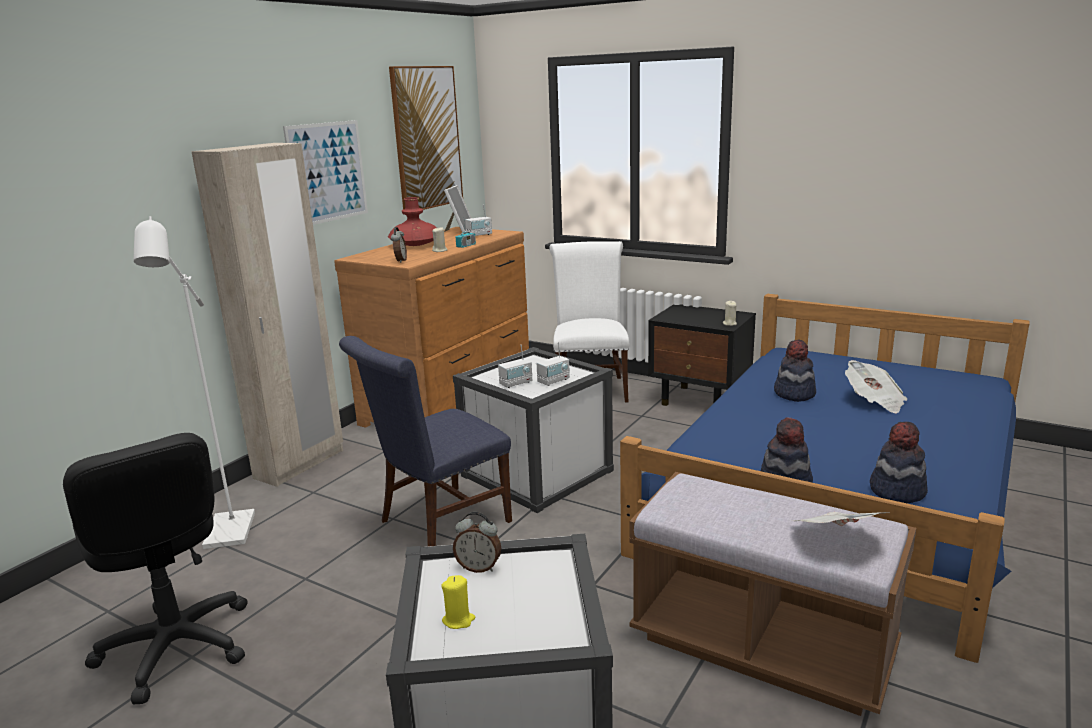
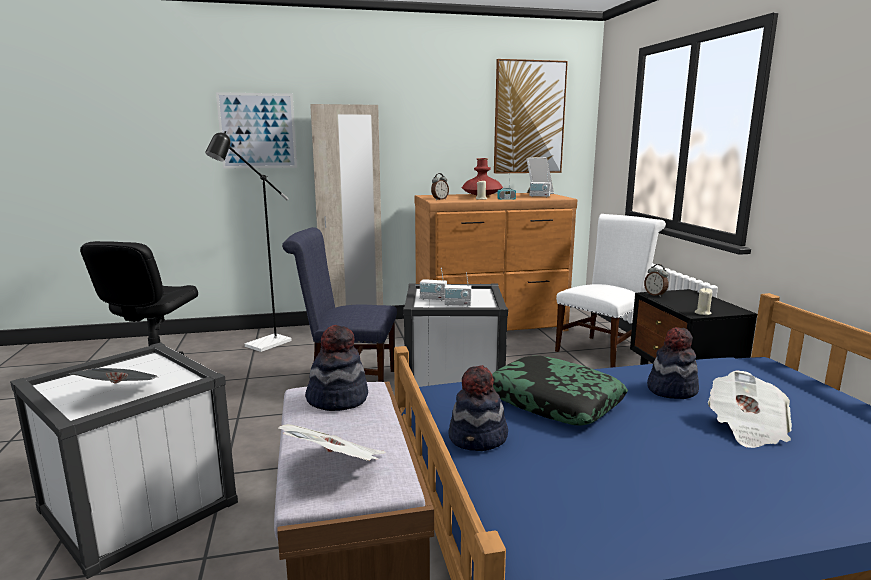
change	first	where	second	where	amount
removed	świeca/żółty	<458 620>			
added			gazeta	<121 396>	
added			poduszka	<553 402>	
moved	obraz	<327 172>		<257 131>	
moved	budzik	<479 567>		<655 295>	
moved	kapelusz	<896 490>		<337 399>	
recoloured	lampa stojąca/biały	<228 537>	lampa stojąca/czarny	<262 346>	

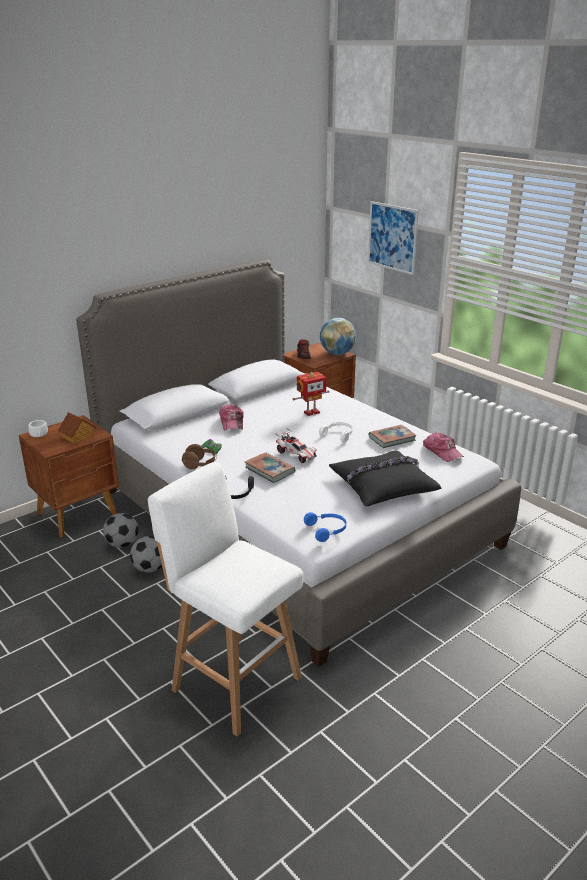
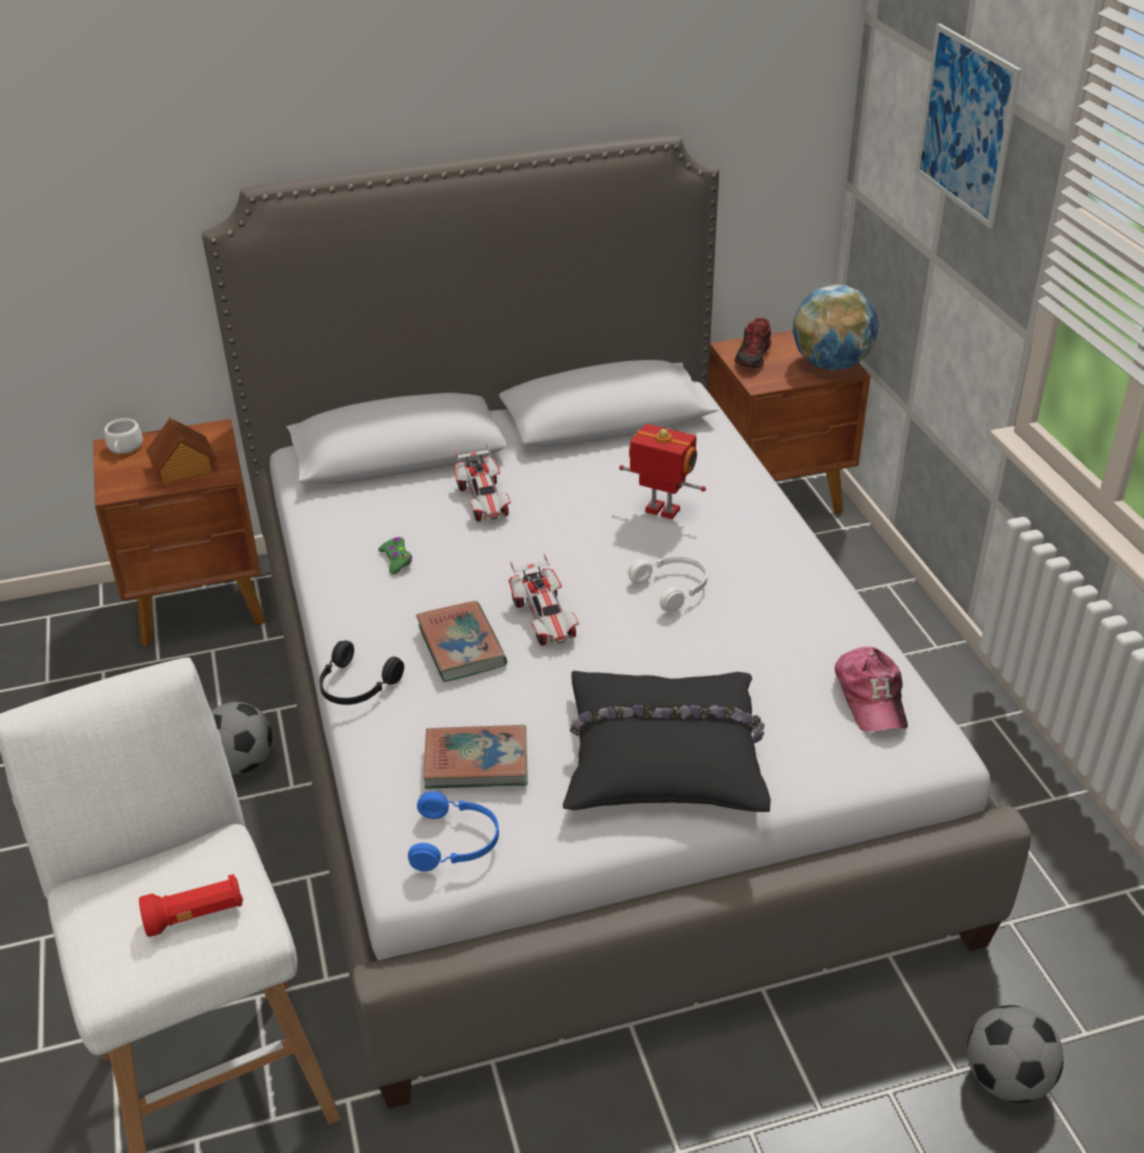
change	first	where	second	where	amount
removed	słuchawki/brązowy	<200 465>			
added			latarka/czerwony	<196 916>	
moved	piłka futbolowa	<122 544>		<1006 1079>	
moved	książka	<392 439>		<476 762>	
replaced	czapka z daszkiem	<232 422>	samochodzik	<484 501>	
turned	robot zabawkowy	<311 412>		<661 512>	150 degrees counterclockwise

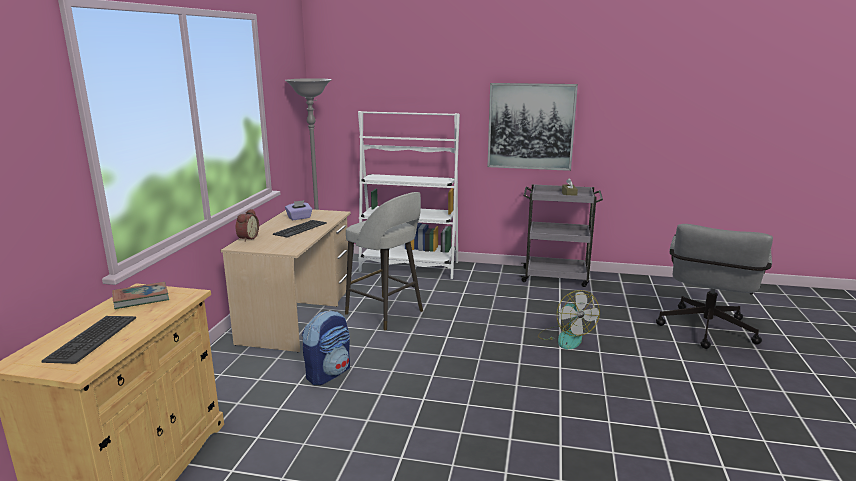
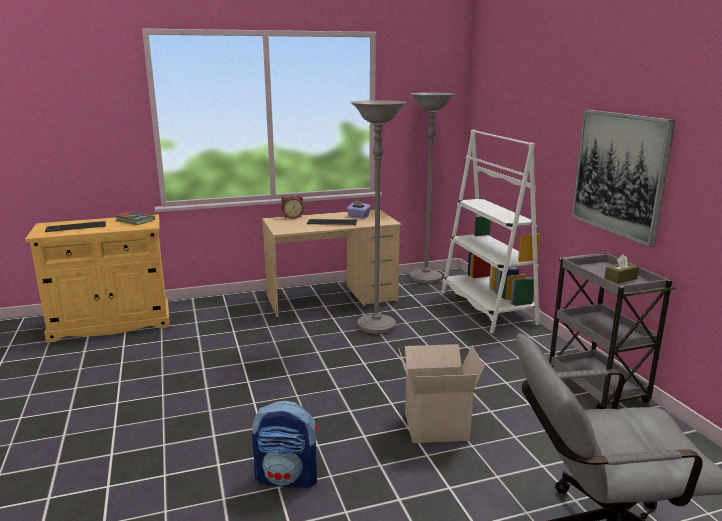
change	first	where	second	where	amount
moved	plecak	<328 373>		<288 478>	
replaced	stołek/szary	<386 313>	lampa stojąca/szary	<376 326>	
replaced	wentylator	<565 337>	karton	<437 426>	

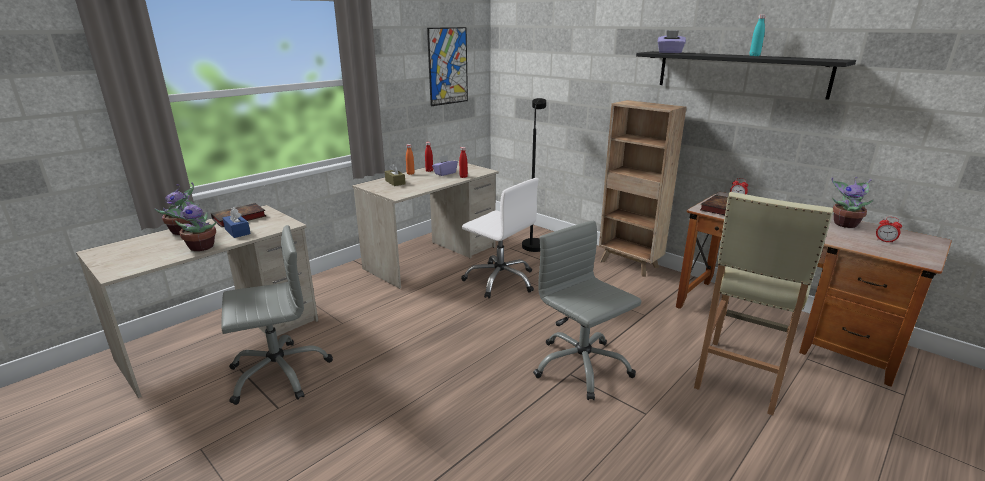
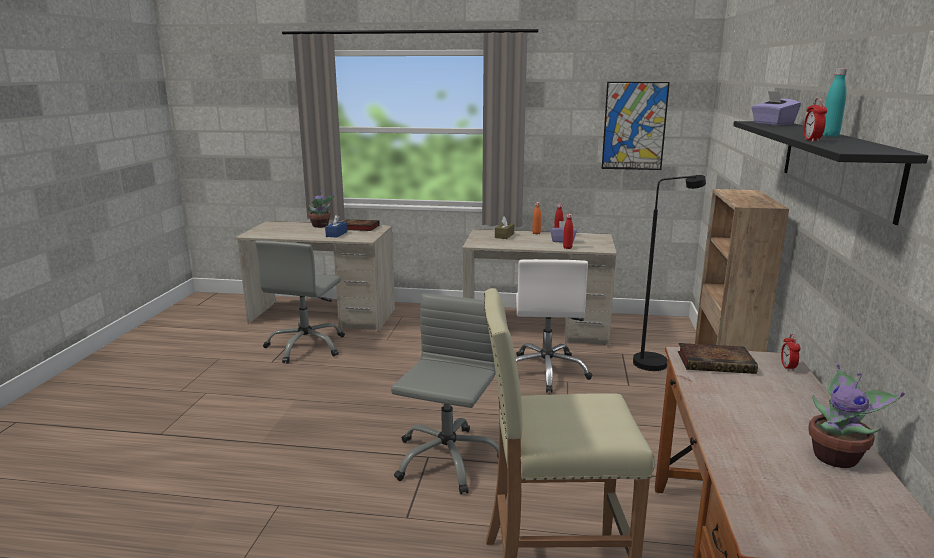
change	first	where	second	where	amount
removed	roślina doniczkowa	<200 247>			
moved	budzik	<885 241>		<811 140>	
turned	krzesło biurowe/szary	<279 373>		<306 346>	75 degrees clockwise

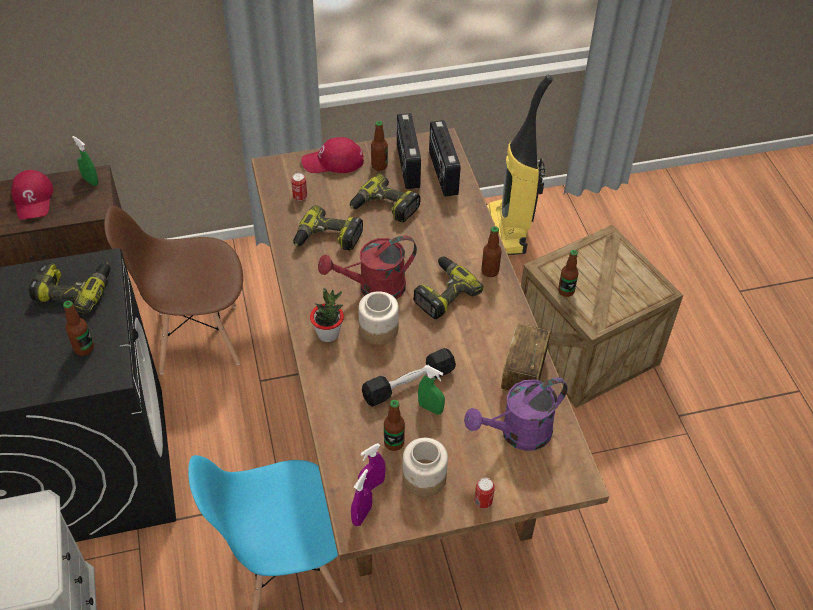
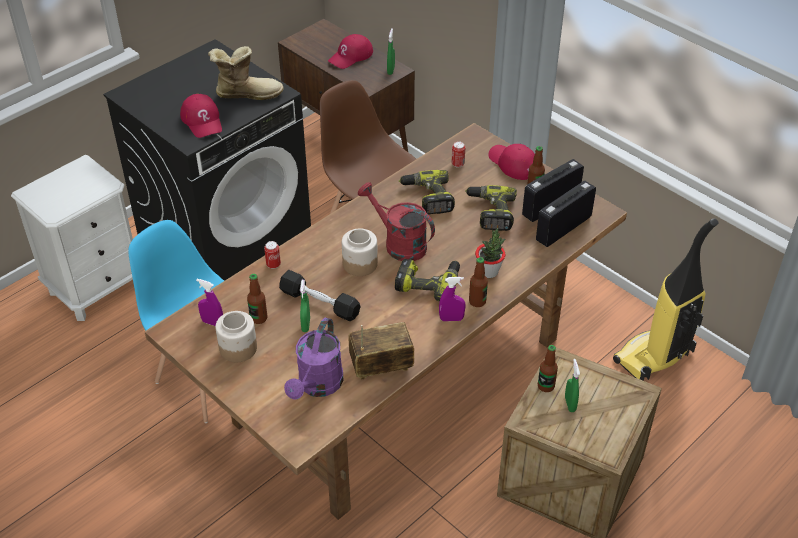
change	first	where	second	where	amount
added			spryskiwacz/zielony	<570 404>	
moved	roślina doniczkowa	<328 334>		<489 271>	
moved	spryskiwacz/fioletowy	<362 515>		<451 319>	
moved	puszka	<483 501>		<273 265>	
replaced	wiertarka	<74 290>	but z cholewką	<247 93>	
replaced	butelka	<84 348>	czapka z daszkiem/czerwony	<202 121>	
turned	konewka/fioletowy	<517 434>		<317 386>	105 degrees counterclockwise

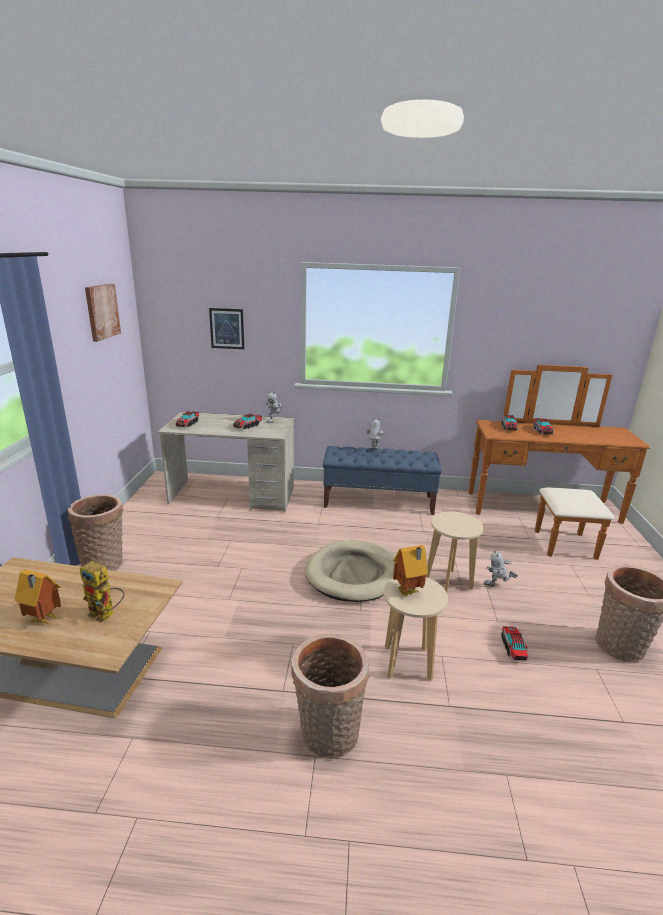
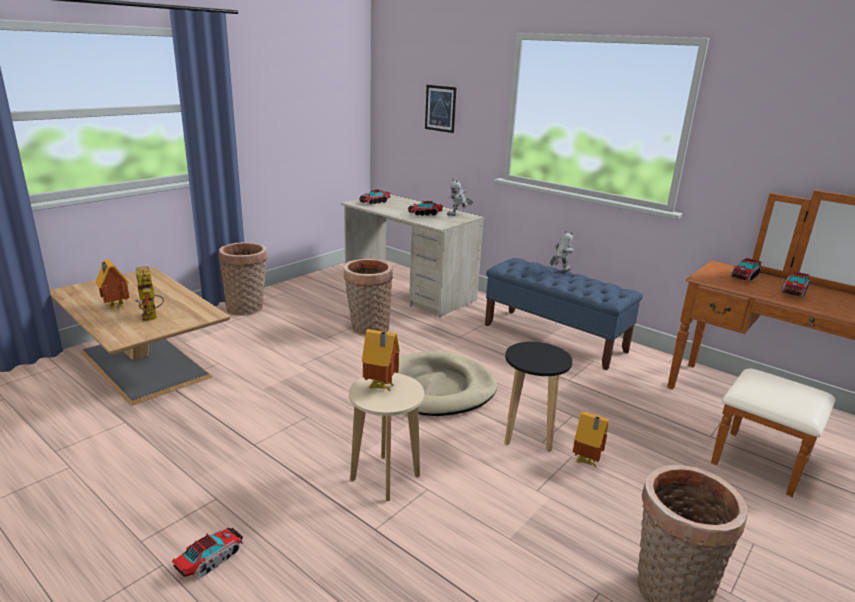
change	first	where	second	where	amount
removed	obraz	<102 311>			
moved	koszyk	<327 737>		<368 328>	
moved	ciężarówka zabawkowa	<513 648>		<210 559>	
replaced	robot zabawkowy	<497 587>	domek	<586 462>	
recoloured	stołek/beżowy	<448 583>	stołek/czarny	<529 435>	

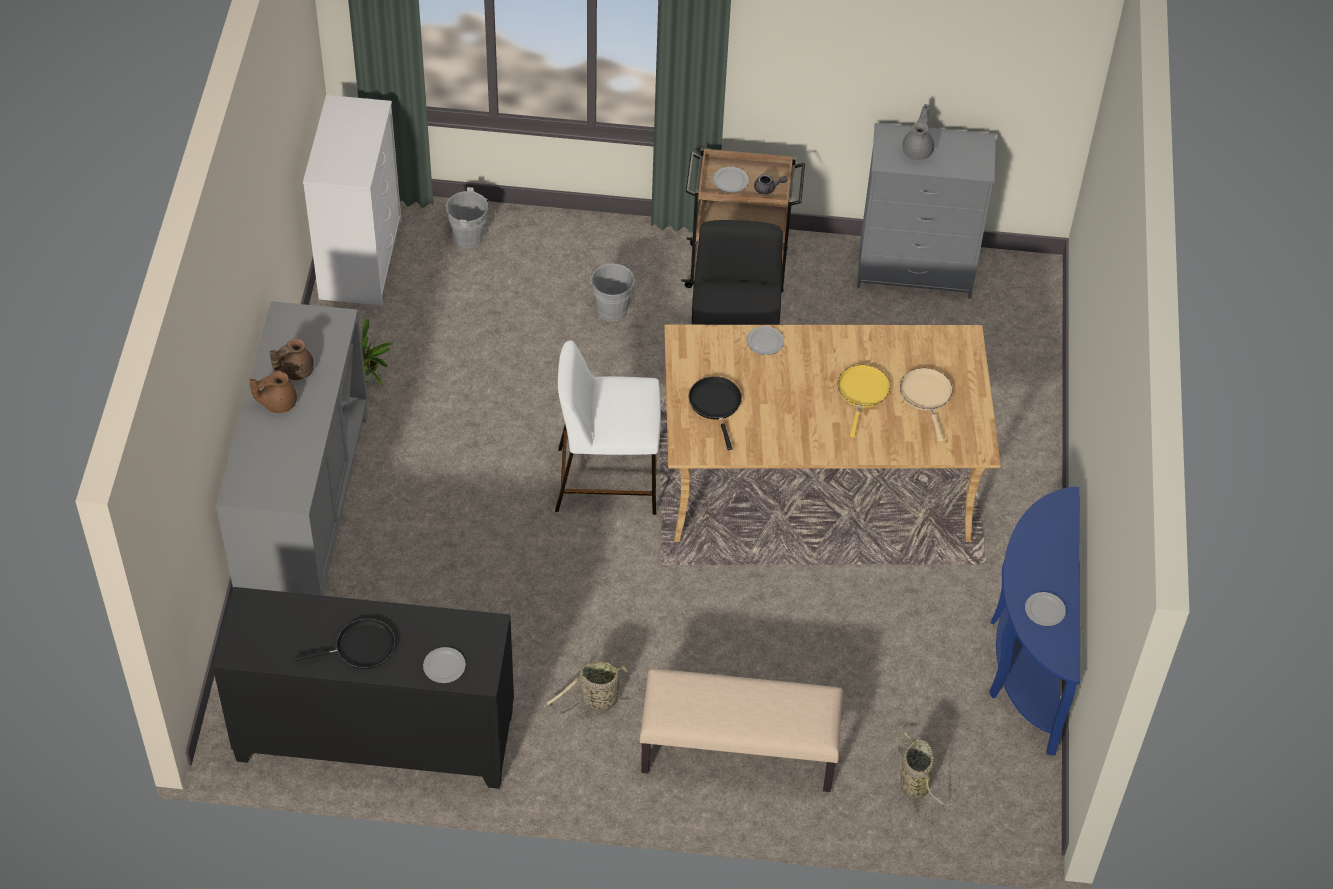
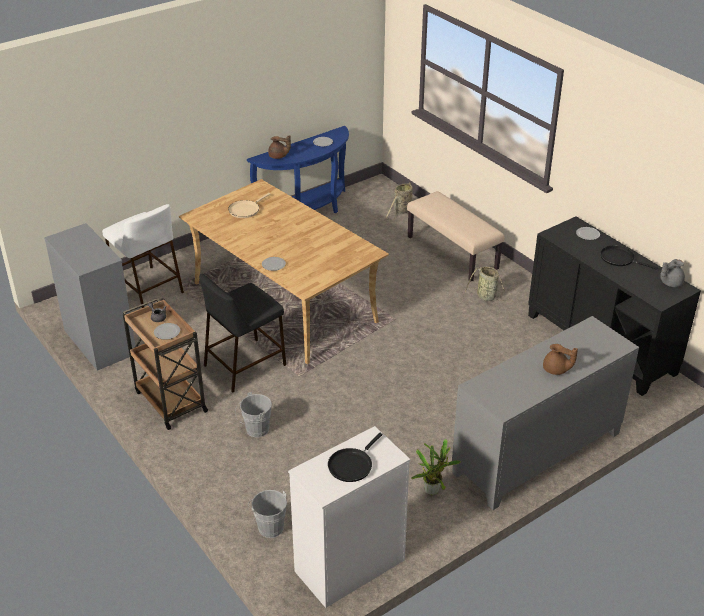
change	first	where	second	where	amount
removed	patelnia/żółty	<862 392>			
moved	imbryk/brązowy	<294 370>		<278 156>	
moved	stołek/biały	<608 480>		<146 288>	
moved	patelnia/czarny	<716 404>		<352 465>	
moved	imbryk/szary	<918 150>		<670 283>	

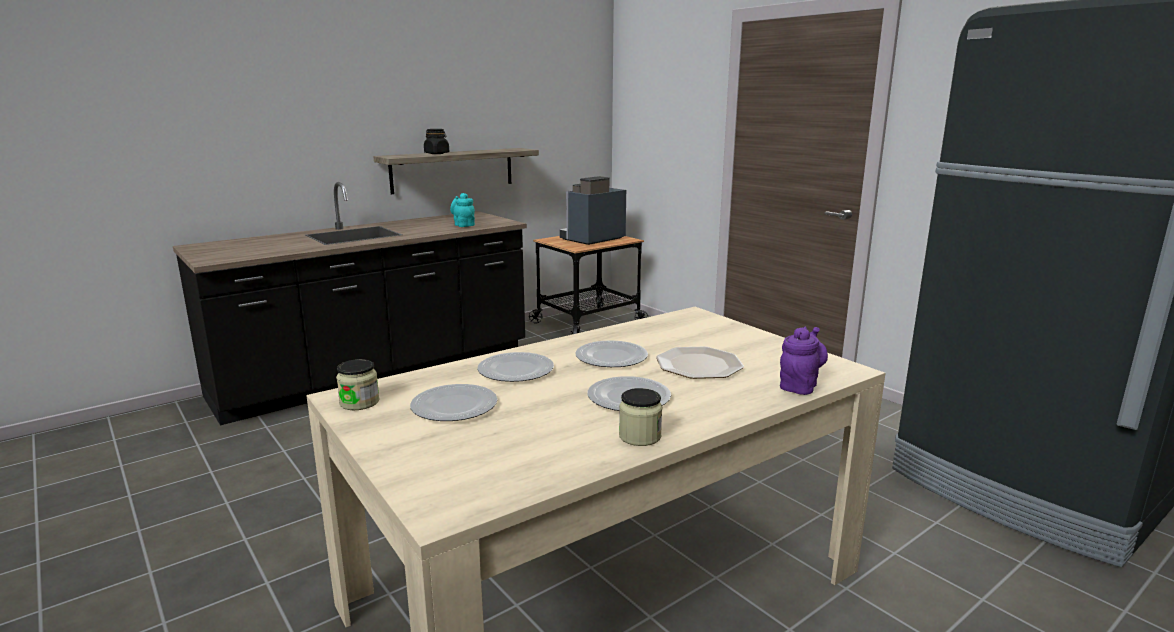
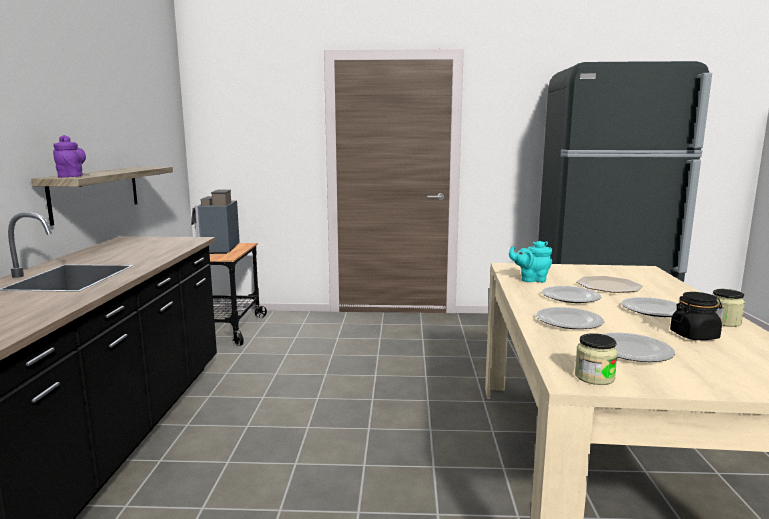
change	first	where	second	where	amount
moved	słoik/czarny	<437 153>		<694 335>	
moved	imbryk/turkusowy	<463 225>		<531 279>	
moved	imbryk/fioletowy	<799 385>		<71 176>	

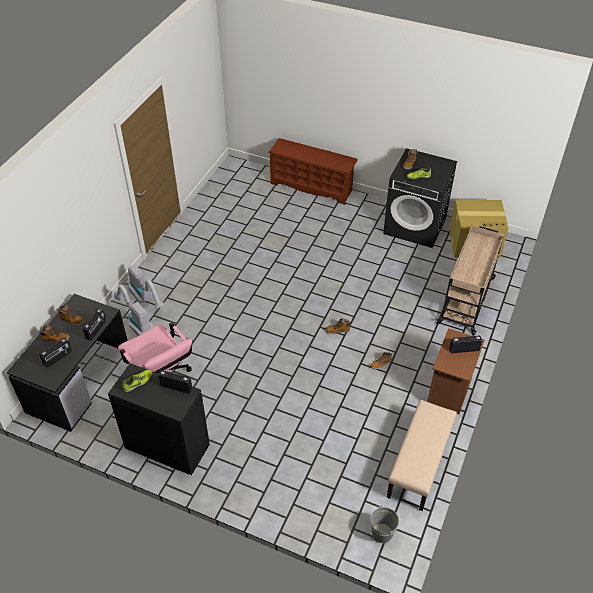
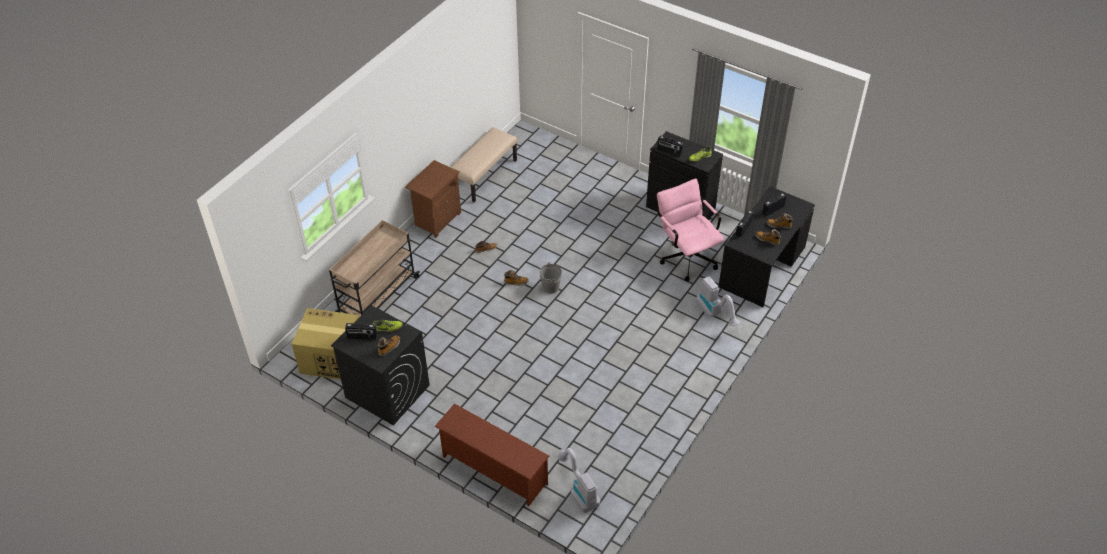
change	first	where	second	where	amount
moved	odkurzacz	<147 299>		<579 490>	
moved	wiadro/szary	<382 533>		<550 287>	
moved	radio	<464 349>		<362 337>	

